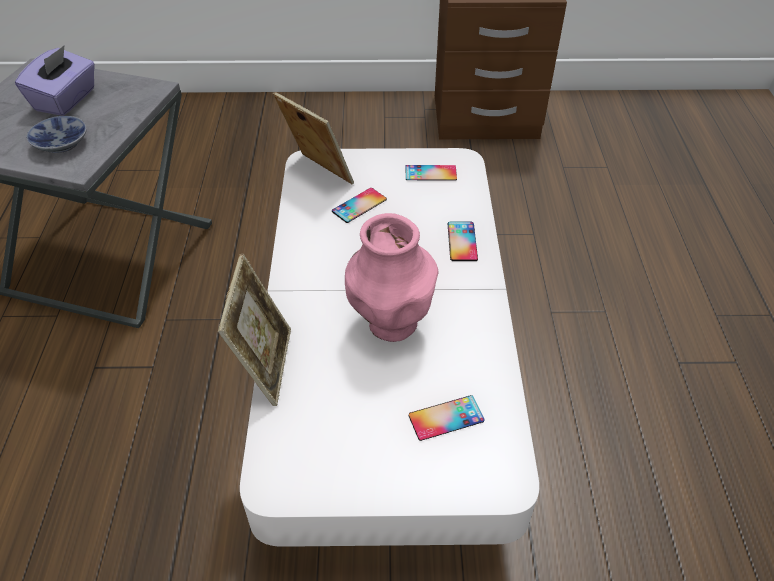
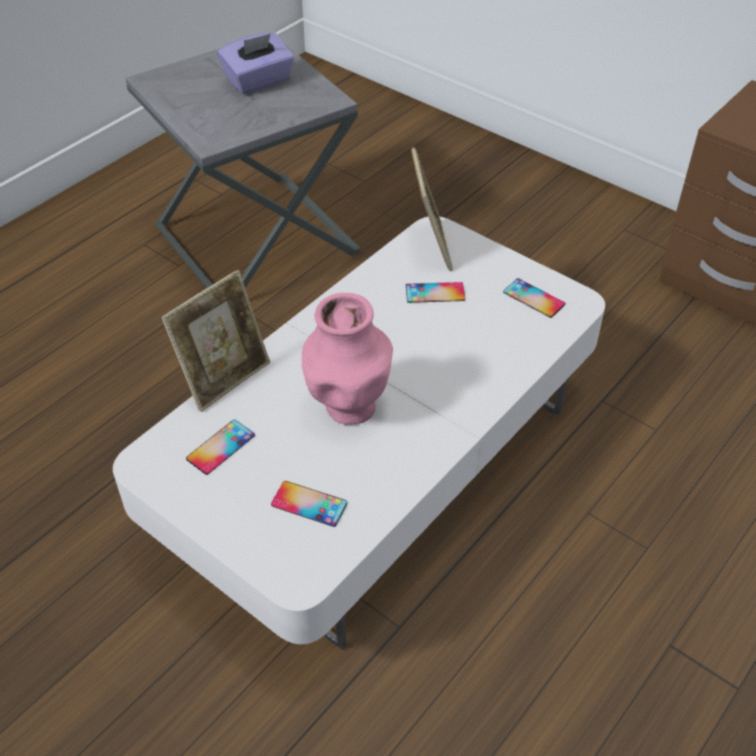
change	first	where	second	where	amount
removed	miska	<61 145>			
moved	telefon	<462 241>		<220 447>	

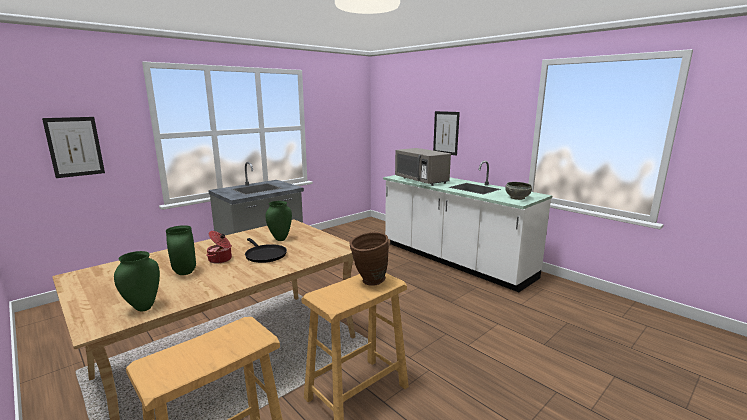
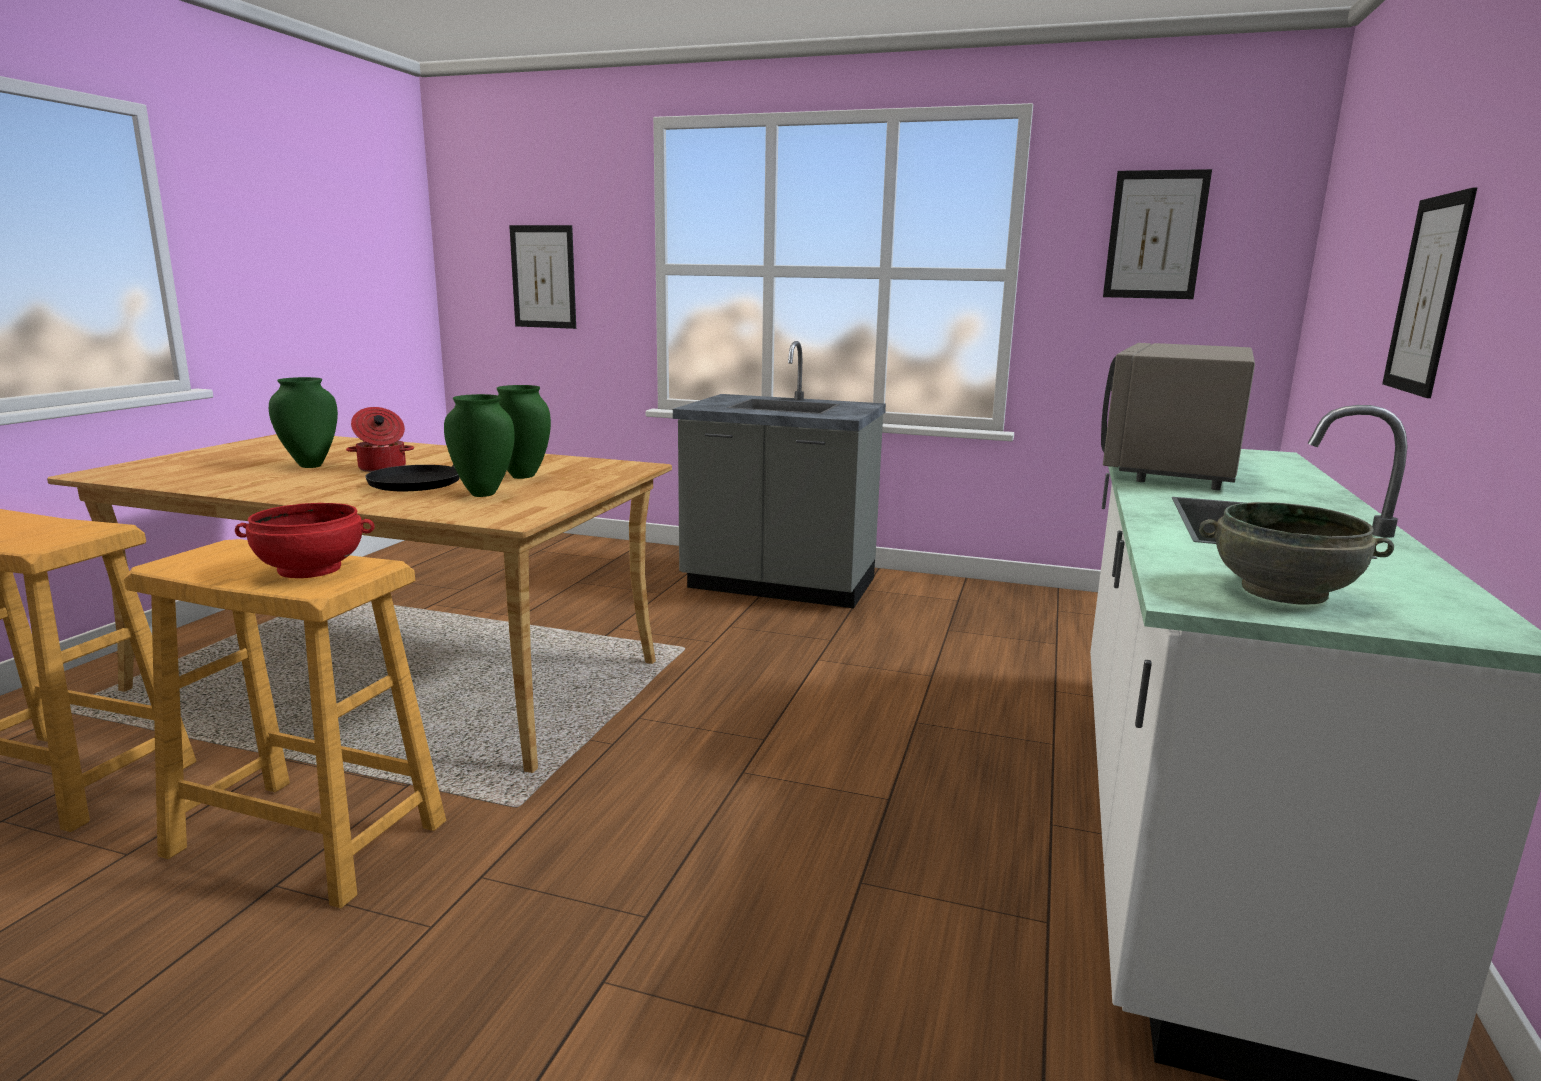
change	first	where	second	where	amount
added			obraz	<1155 235>	
moved	wazon/zielony	<143 308>		<482 494>	
replaced	wazon/brązowy	<369 282>	miska/czerwony	<310 570>	

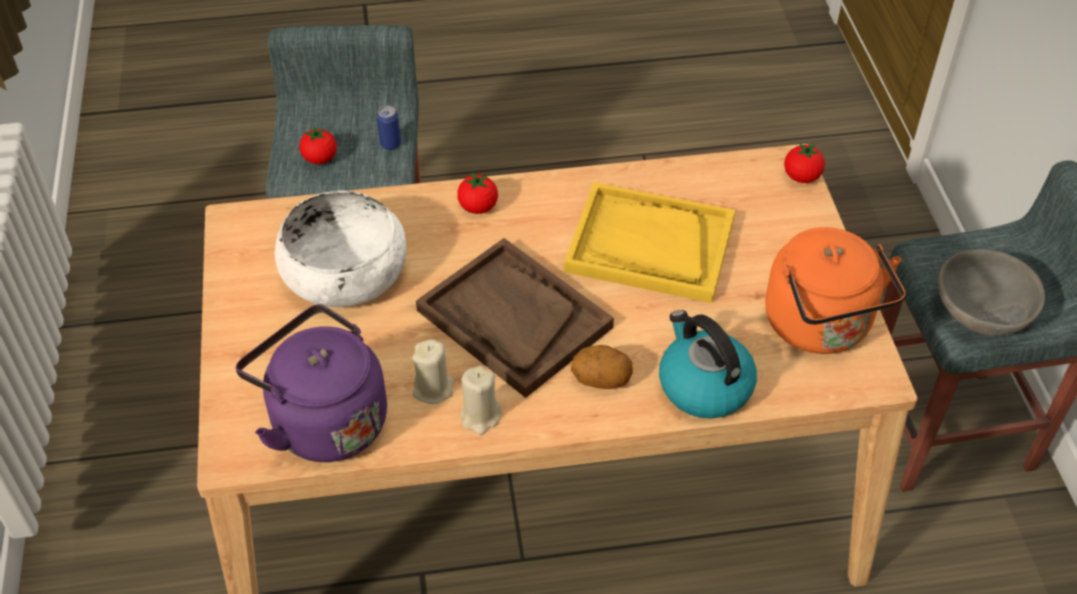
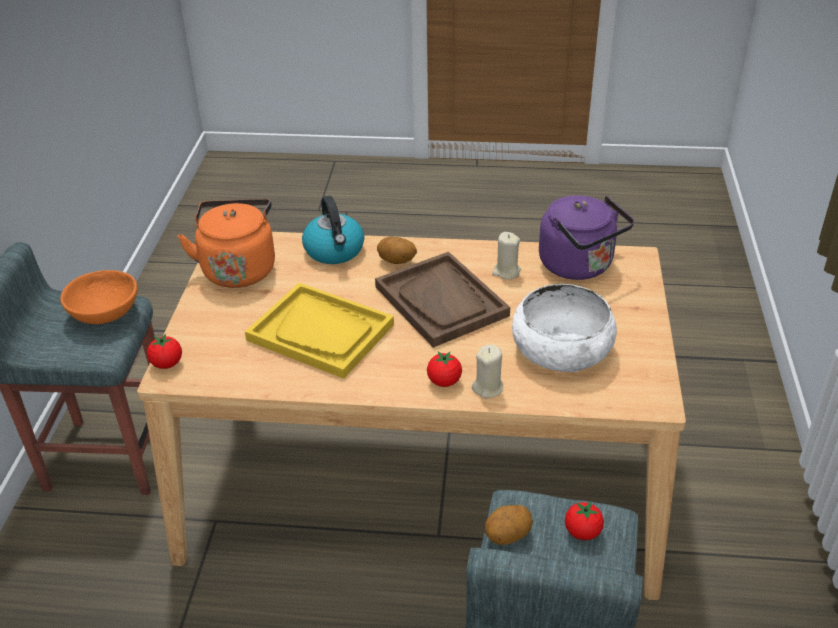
change	first	where	second	where	amount
moved	świeca/beżowy	<480 417>		<488 388>	
replaced	puszka	<390 144>	ziemniak	<507 535>	
recoloured	miska/szary	<981 314>	miska/pomarańczowy	<106 313>	

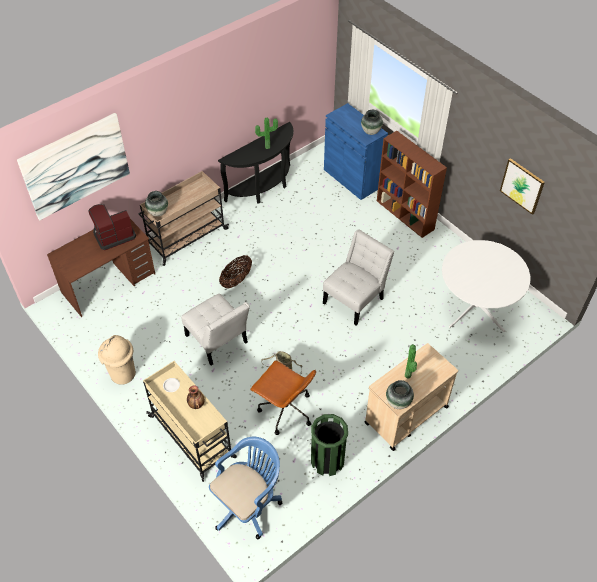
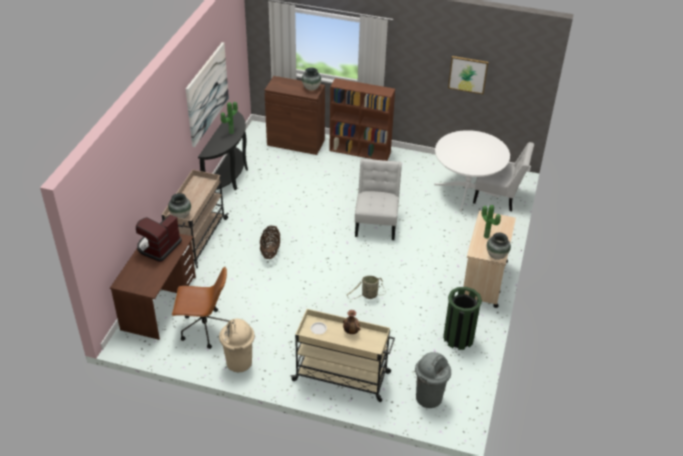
change	first	where	second	where	amount
moved	obraz	<76 166>		<207 93>	
moved	krzesło/biały	<218 342>		<498 197>	
moved	krzesło biurowe/brązowy	<285 410>		<204 329>	
replaced	krzesło biurowe/niebieski	<248 504>	kosz na śmieci/szary	<429 397>	
recoloured	szafka/niebieski	<352 178>	szafka/brązowy	<295 142>	

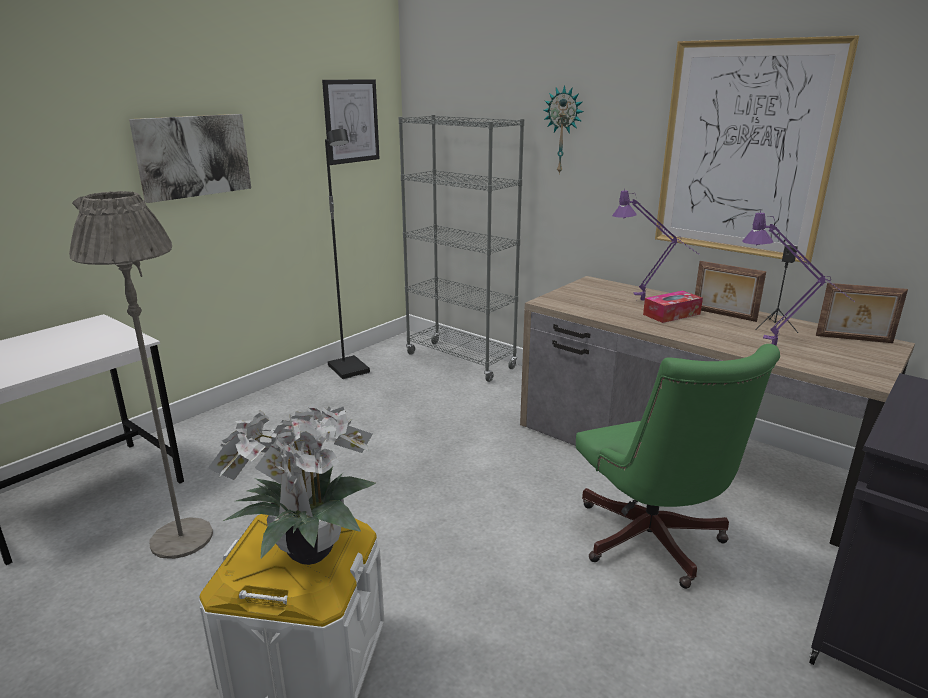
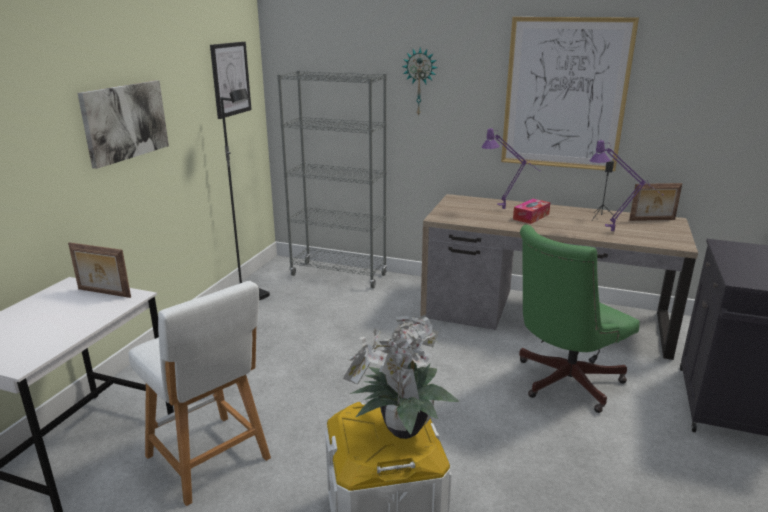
change	first	where	second	where	amount
moved	ramka na zdjęcie	<723 315>		<103 293>	
replaced	lampa stojąca/szary	<181 538>	stołek/biały	<211 460>	
turned	krzesło biurowe/zielony	<652 544>		<562 382>	90 degrees clockwise

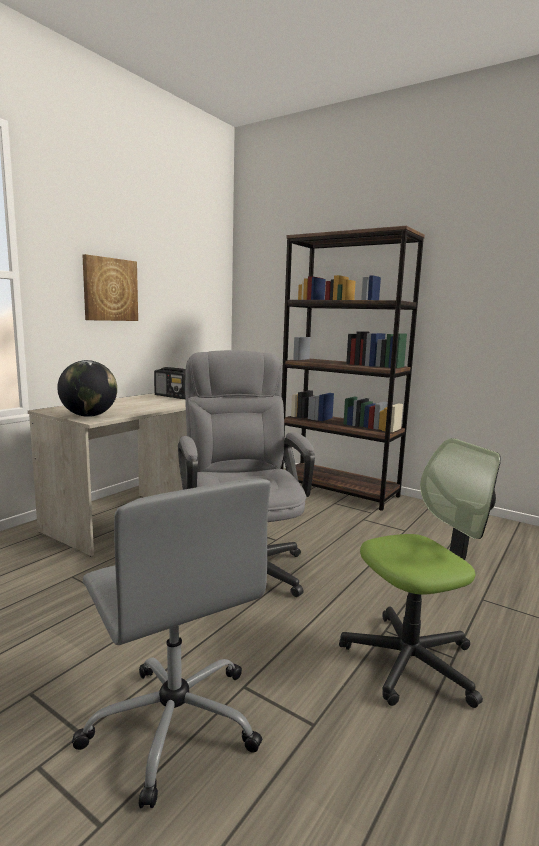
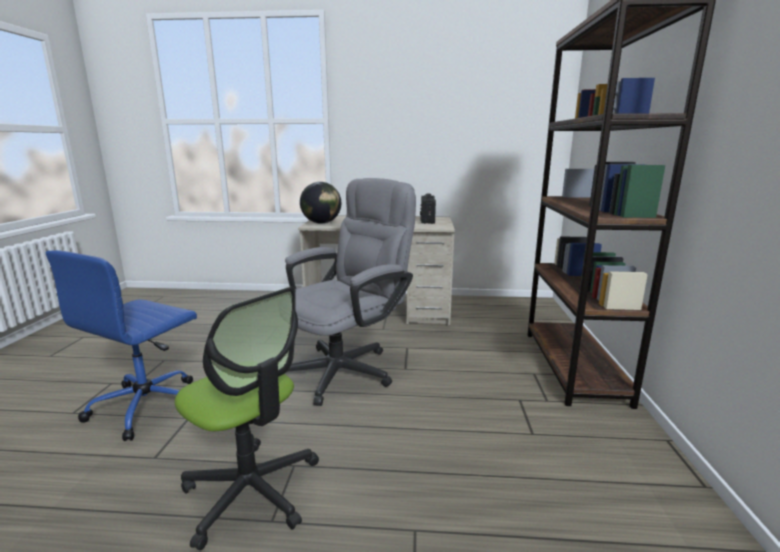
change	first	where	second	where	amount
removed	obraz	<110 289>			
recoloured	krzesło biurowe/szary	<174 722>	krzesło biurowe/niebieski	<148 406>	

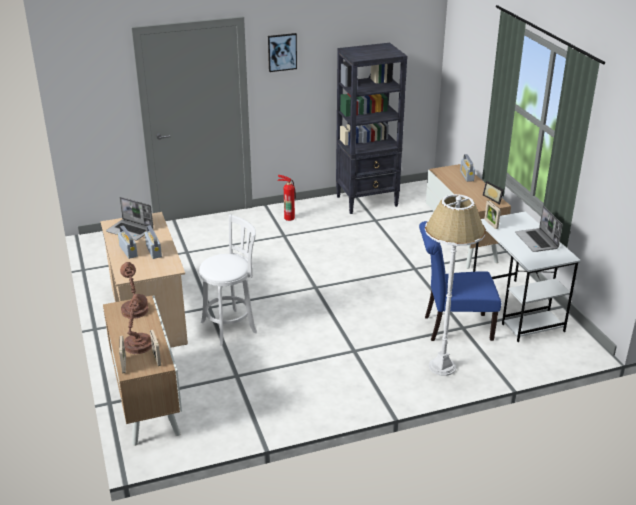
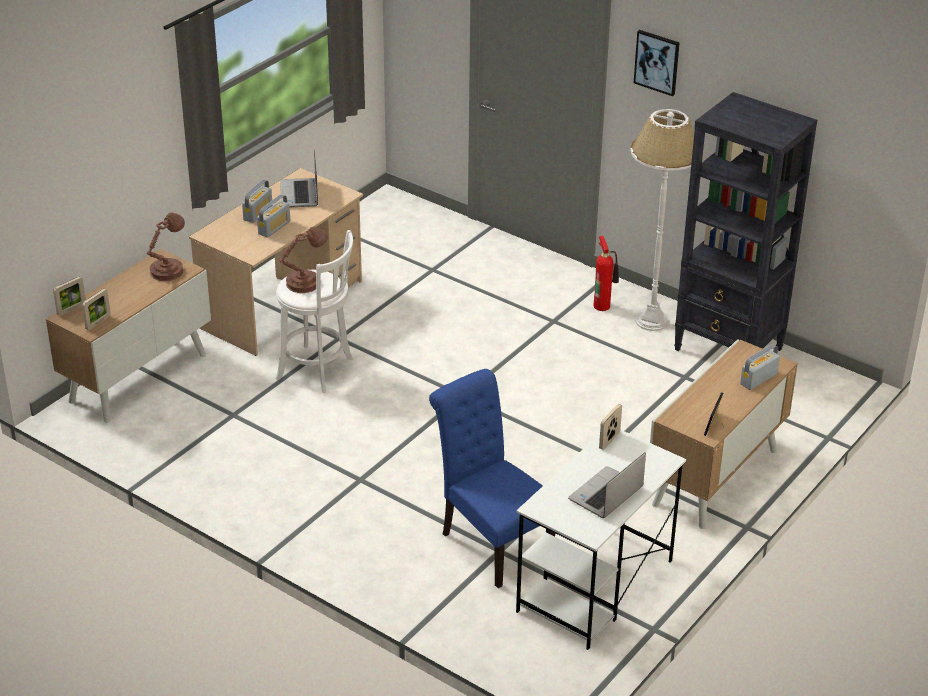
change	first	where	second	where	amount
moved	lampa stołowa/brązowy	<139 343>		<305 283>	
moved	lampa stojąca/biały	<442 367>		<651 321>	

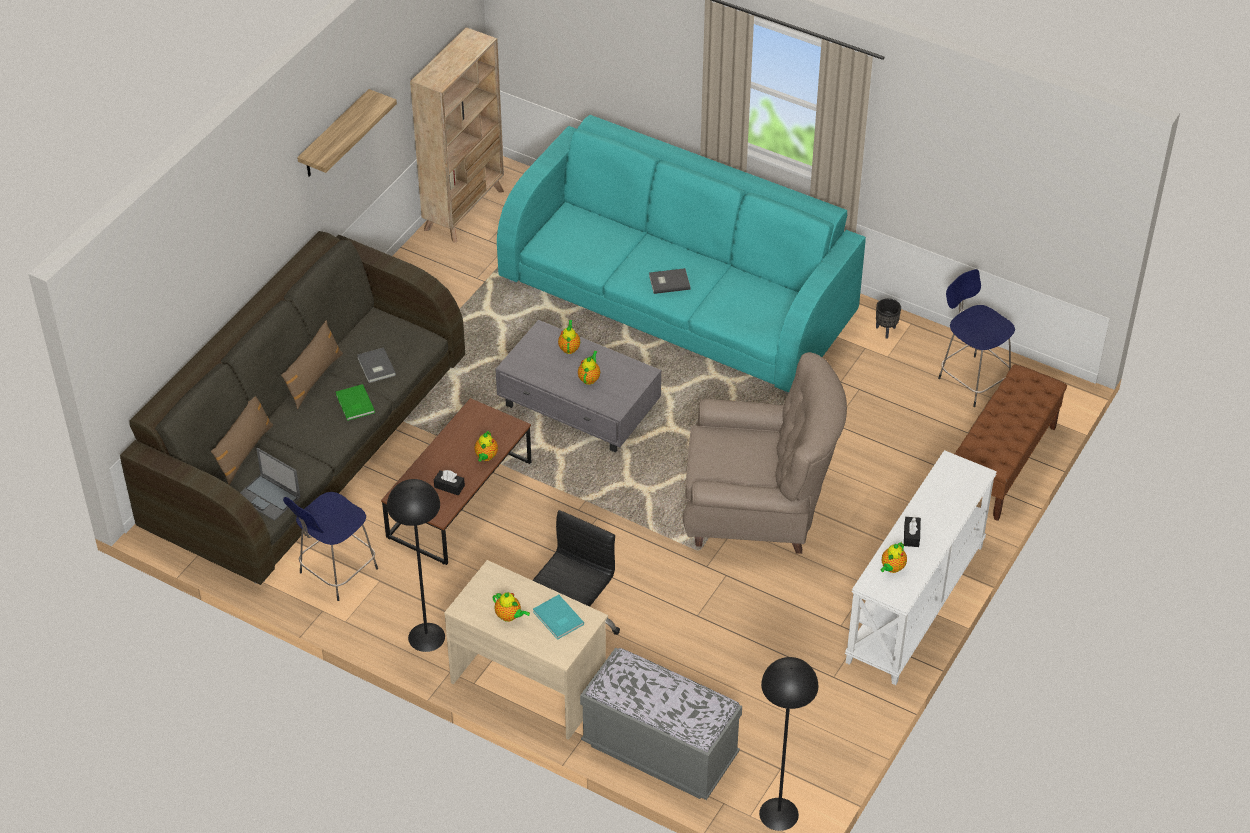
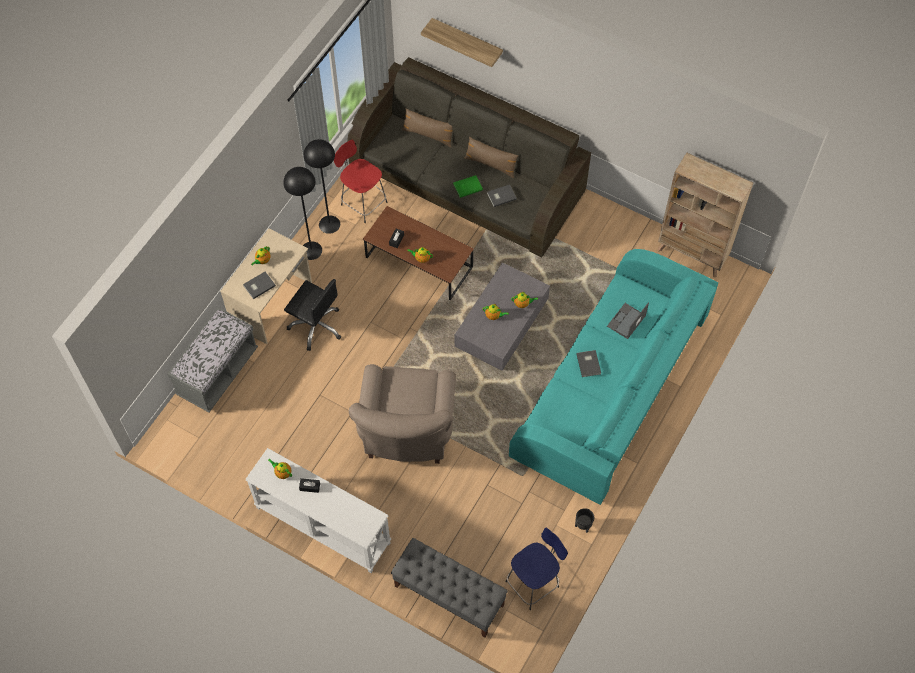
change	first	where	second	where	amount
moved	laptop	<269 497>		<626 321>	
moved	półka	<335 135>		<467 41>	
moved	lampa stojąca/czarny	<778 813>		<329 224>	
recoloured	stołek/niebieski	<336 572>	stołek/czerwony	<363 202>	
recoloured	książka/turkusowy	<557 619>	książka/szary	<258 285>	
recoloured	ławka/brązowy	<1002 464>	ławka/szary	<448 595>	

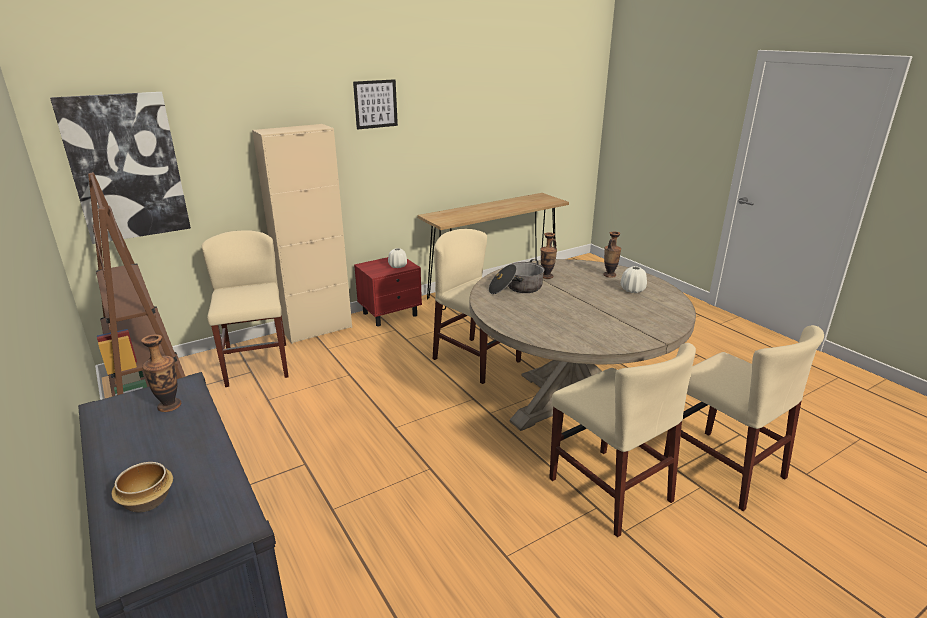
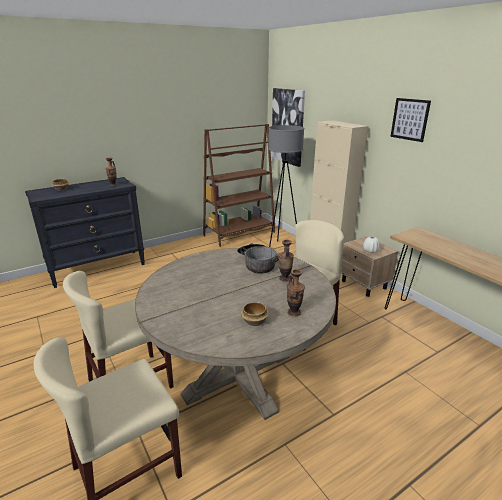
change	first	where	second	where	amount
replaced	krzesło/beżowy	<257 364>	lampa stojąca/szary	<281 249>	
replaced	wazon/biały	<632 290>	miska	<255 321>	
recoloured	szafka nocna/czerwony	<391 314>	szafka nocna/beżowy	<364 285>	

